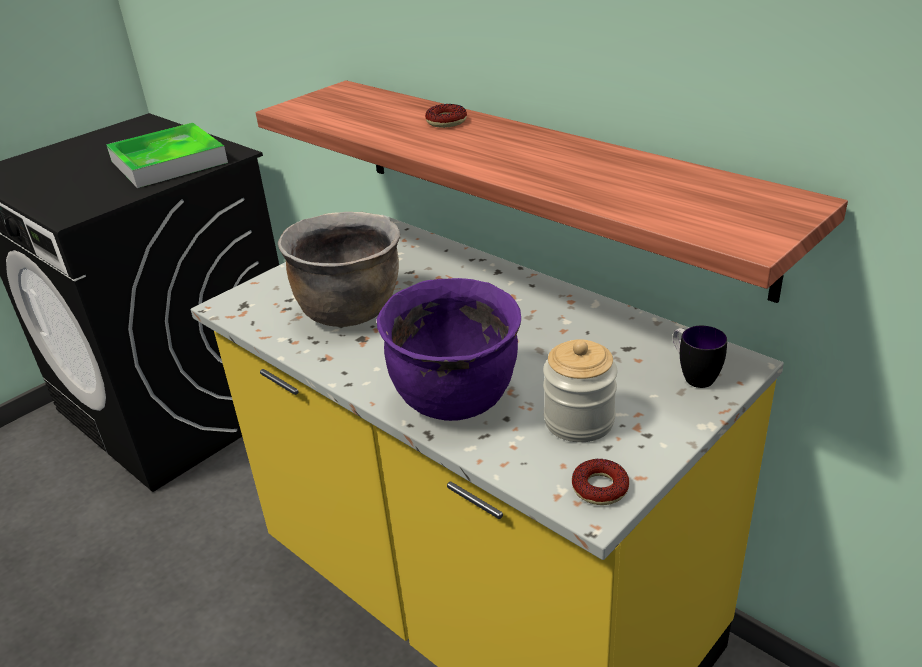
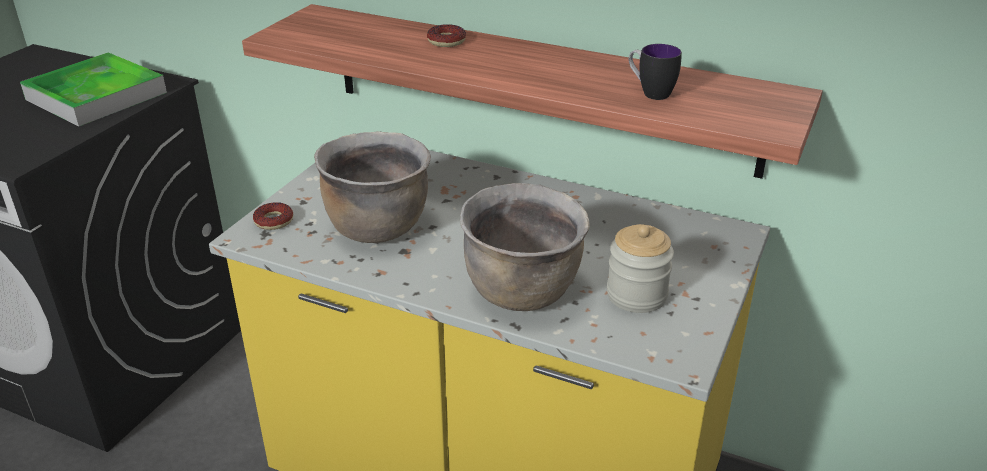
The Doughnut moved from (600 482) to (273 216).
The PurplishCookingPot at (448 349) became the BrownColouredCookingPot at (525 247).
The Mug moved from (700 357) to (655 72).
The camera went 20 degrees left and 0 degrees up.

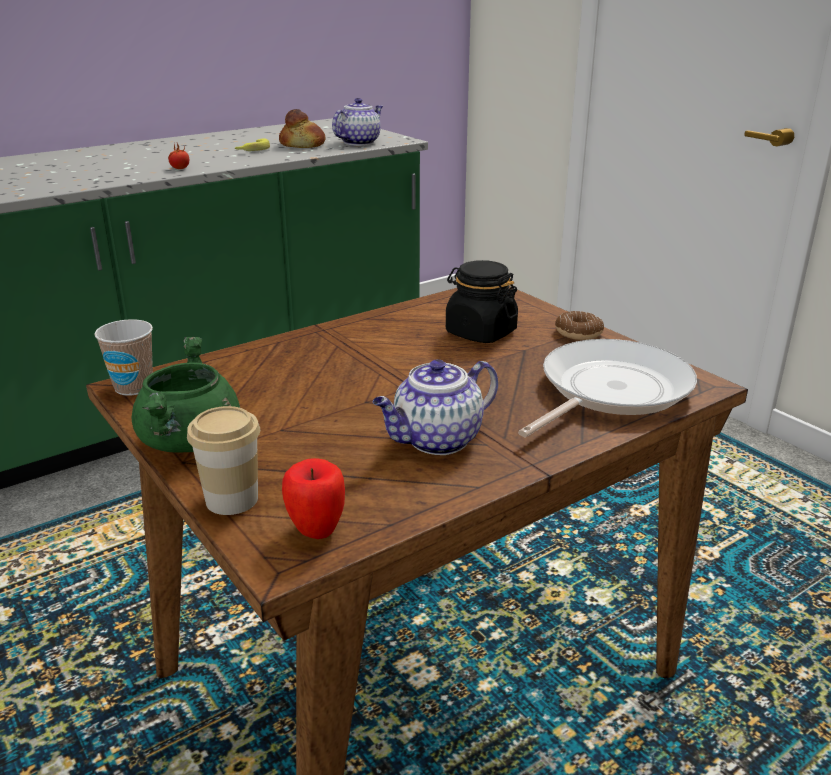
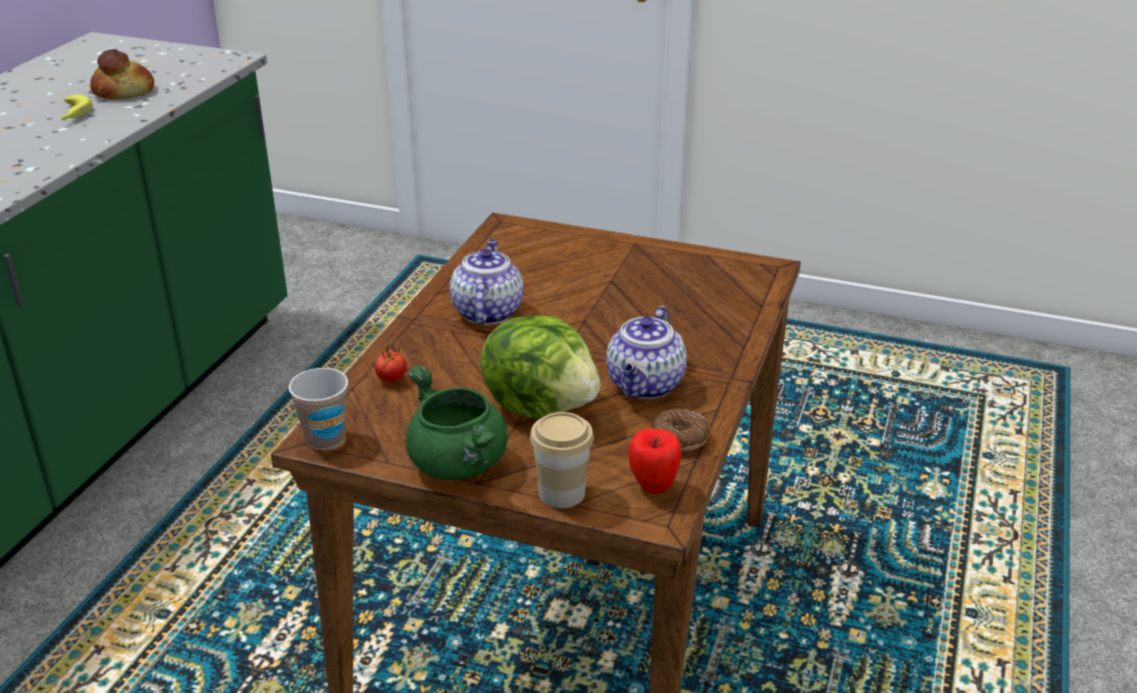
The Tomato moved from (178 155) to (391 363).
The Teapot moved from (357 122) to (486 282).
The HeadOfLettuce at (540 366) appeared.
The Doughnut moved from (579 325) to (680 430).
The BlackishPreserveJar at (482 301) disappeared.
The Pan at (608 388) disappeared.
The camera went 35 degrees left and 5 degrees up.

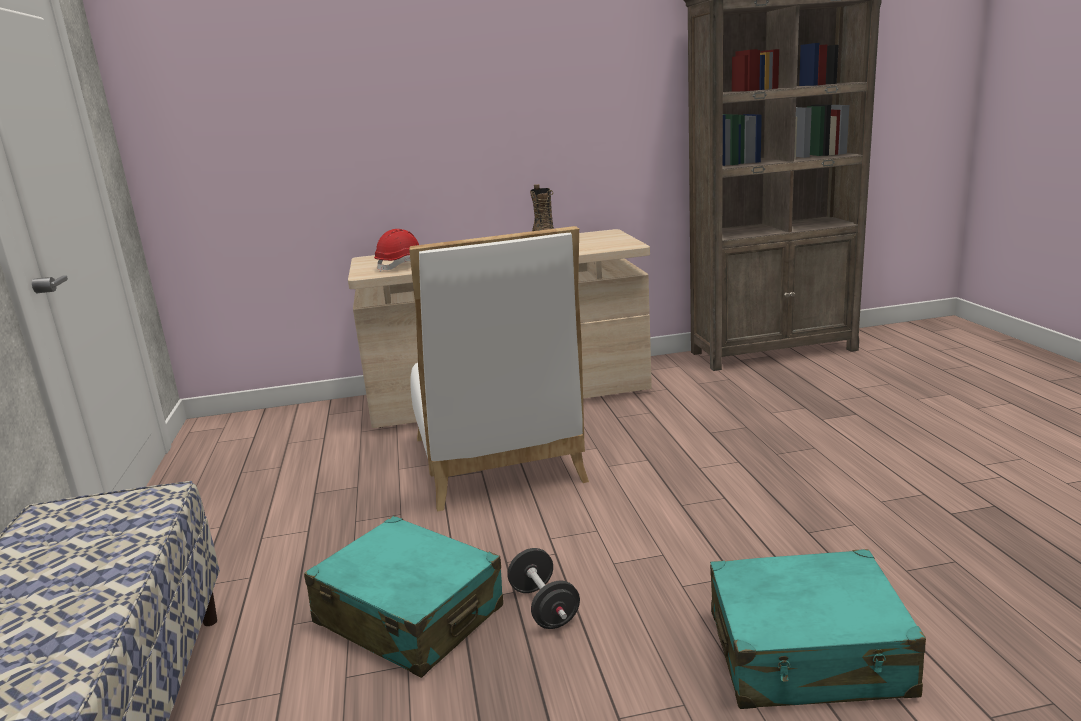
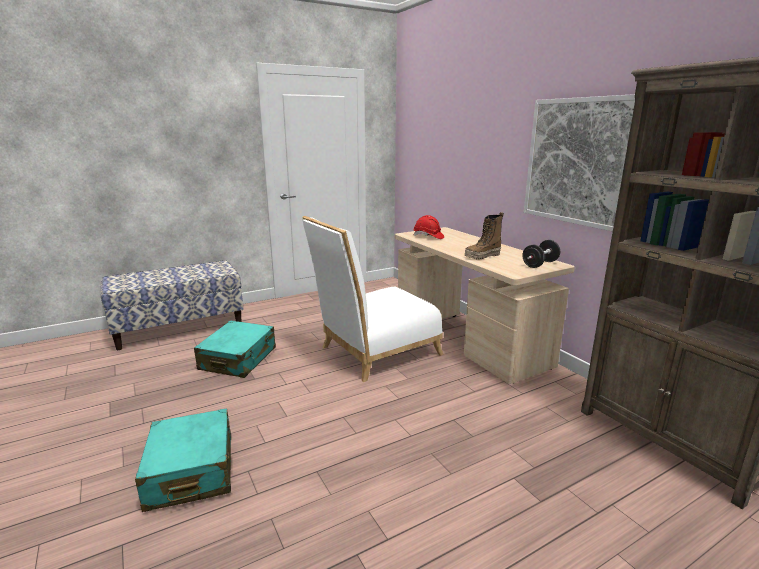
The BlackishHandWeight moved from (543 588) to (541 254).
The WallPicture at (579 163) appeared.
The camera went 70 degrees right and 0 degrees up.

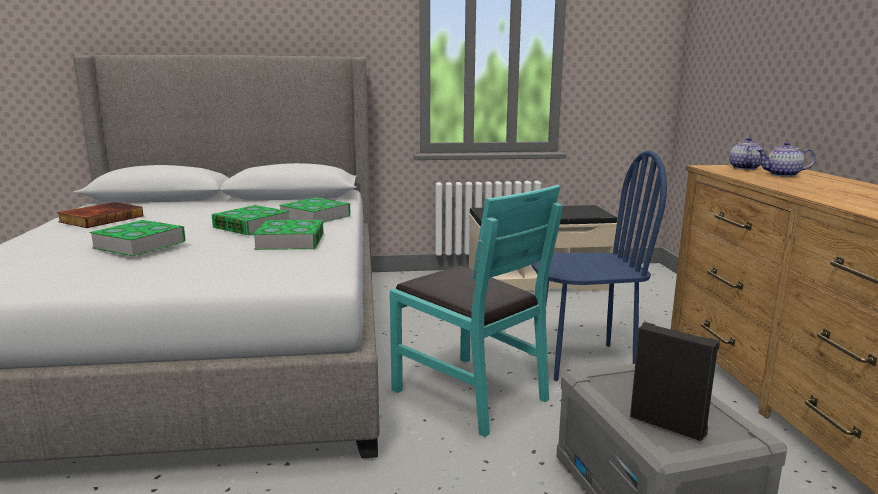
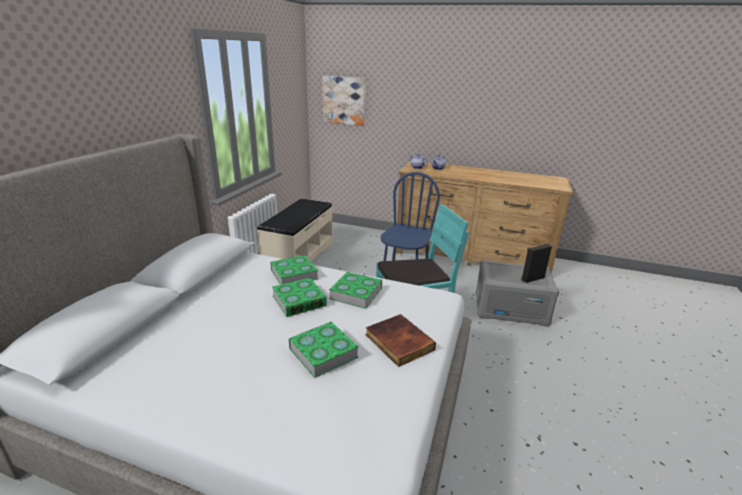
The WallPicture at (344 101) appeared.
The Book moved from (100 215) to (400 340).
The camera went 65 degrees left and 10 degrees up.

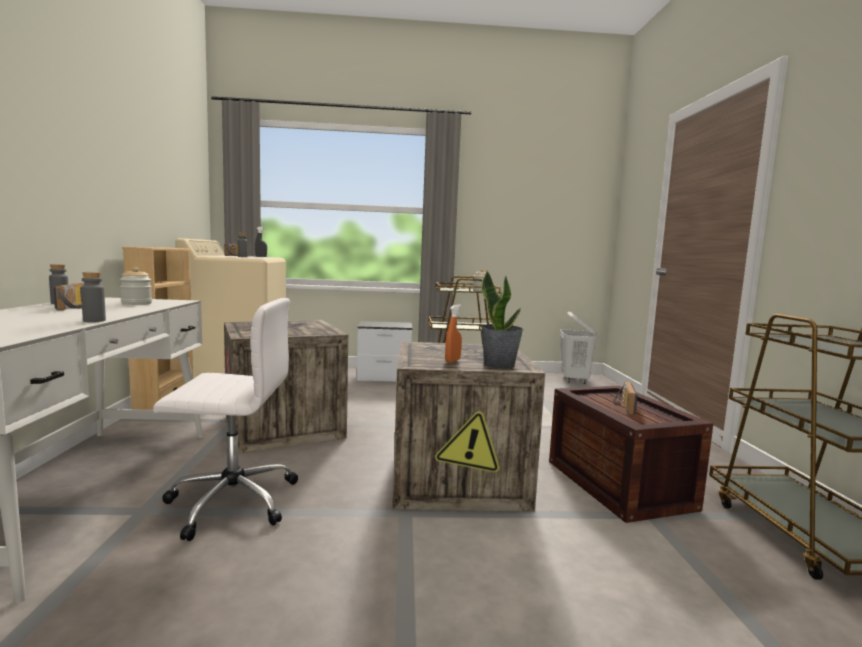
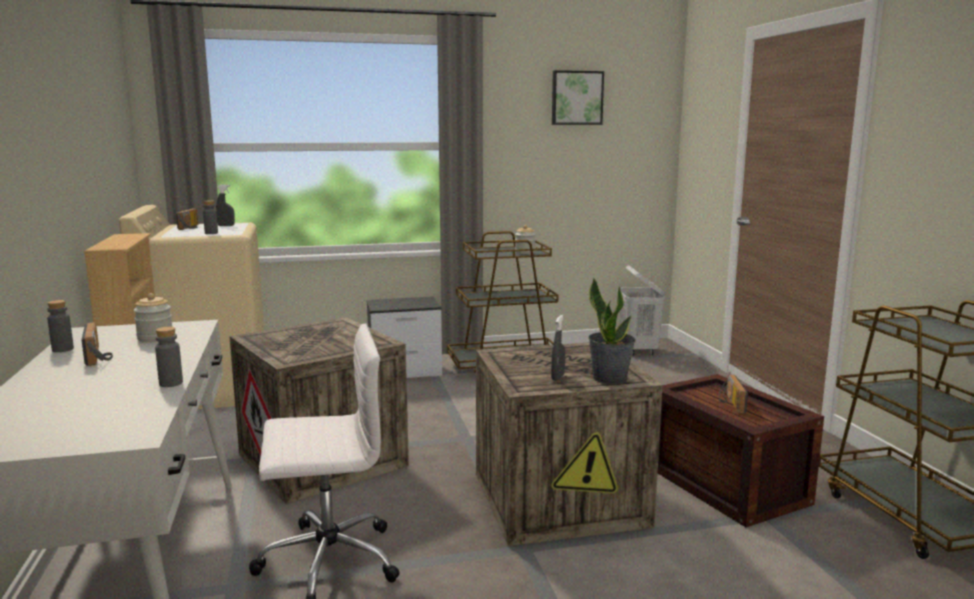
The OrangeColouredHandSprayer at (453 334) became the GreyHandSprayer at (558 348).
The WallPicture at (578 97) appeared.
The camera went 10 degrees left and 5 degrees up.

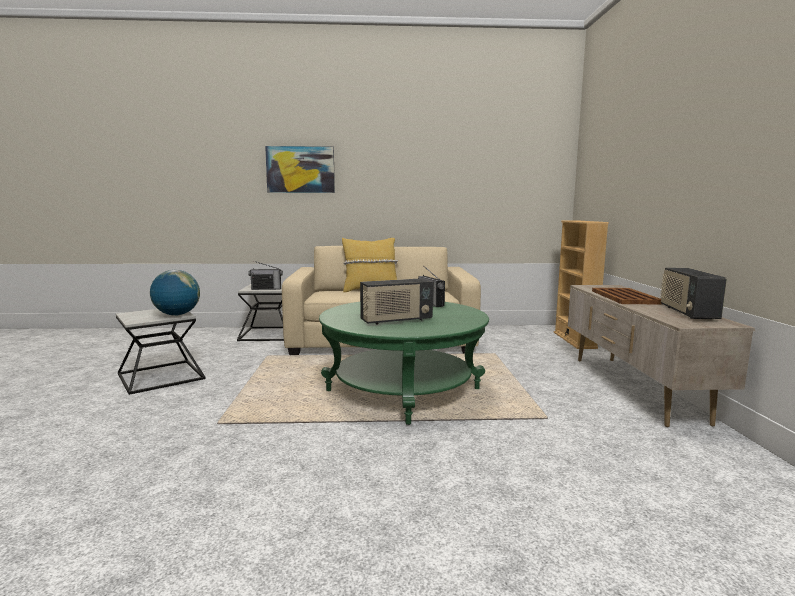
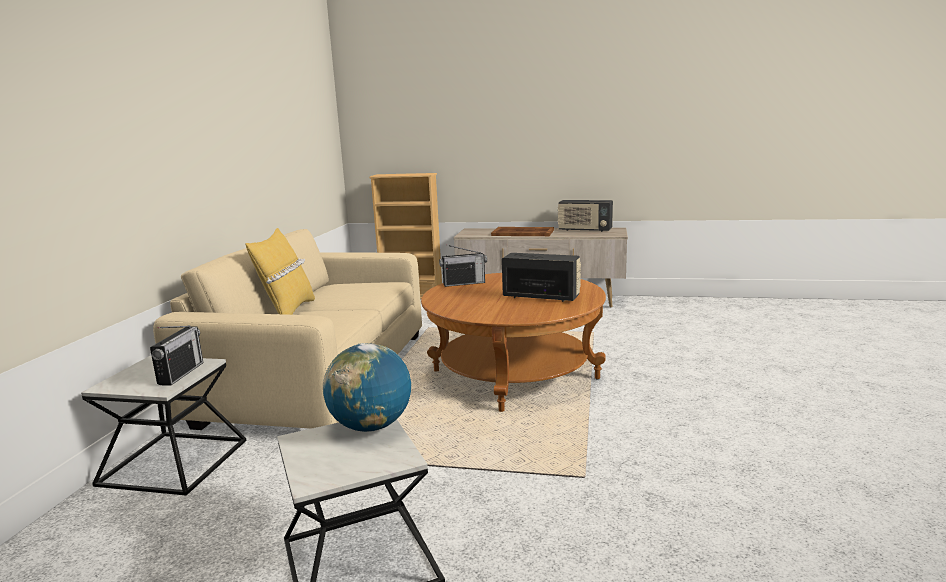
The GreenCoffeeTable at (404 363) became the BrownColouredCoffeeTable at (513 342).
The RadioReceiver at (396 301) turned 60 degrees counterclockwise.
The WallPicture at (300 169) disappeared.
The camera went 75 degrees left and 5 degrees up.

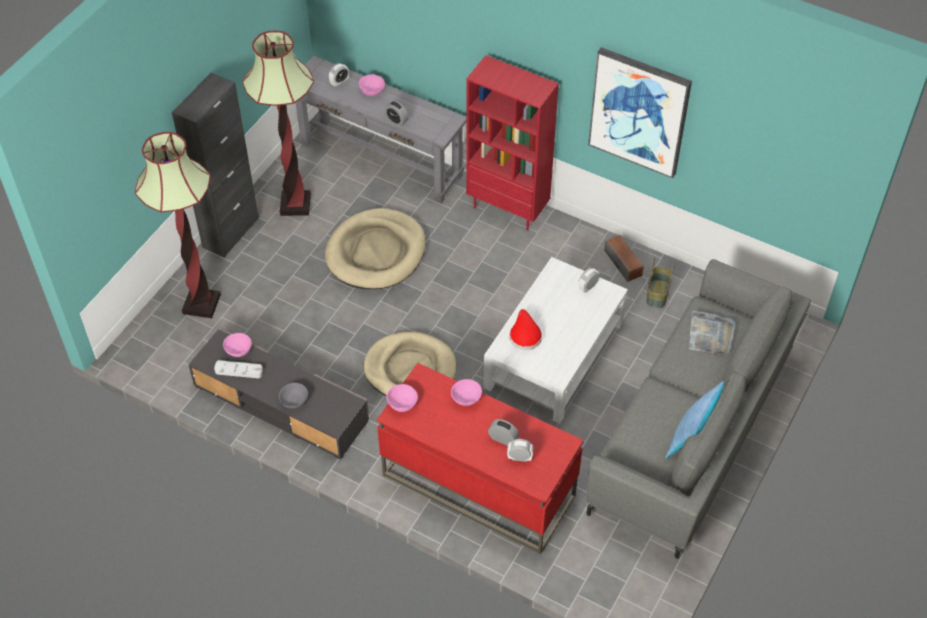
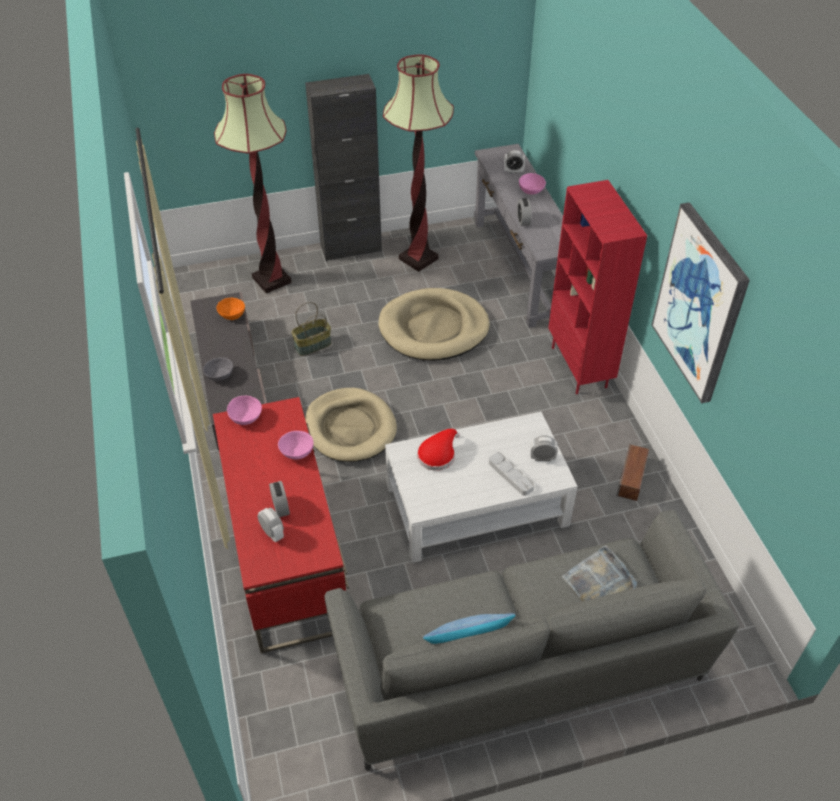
The PinkColouredServingBowl at (237 345) became the OrangeColouredServingBowl at (231 309).
The HouseholdBasket moved from (660 282) to (311 329).
The GreyTray moved from (238 369) to (511 474).
The camera went 45 degrees right and 5 degrees down.

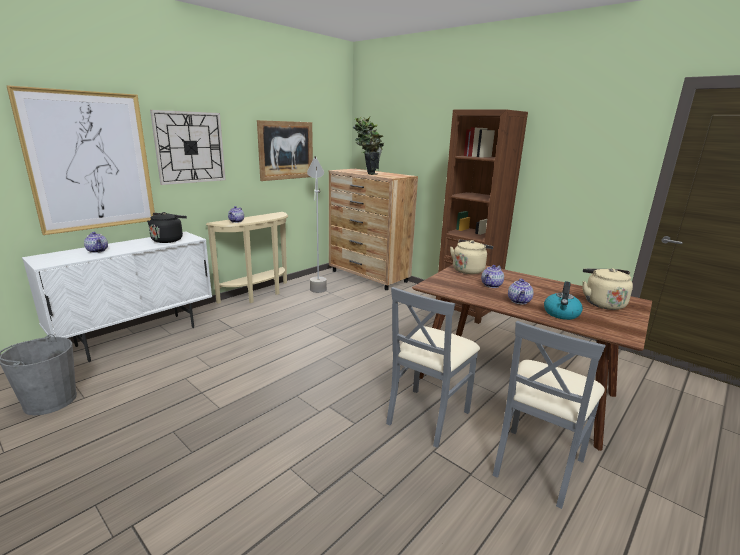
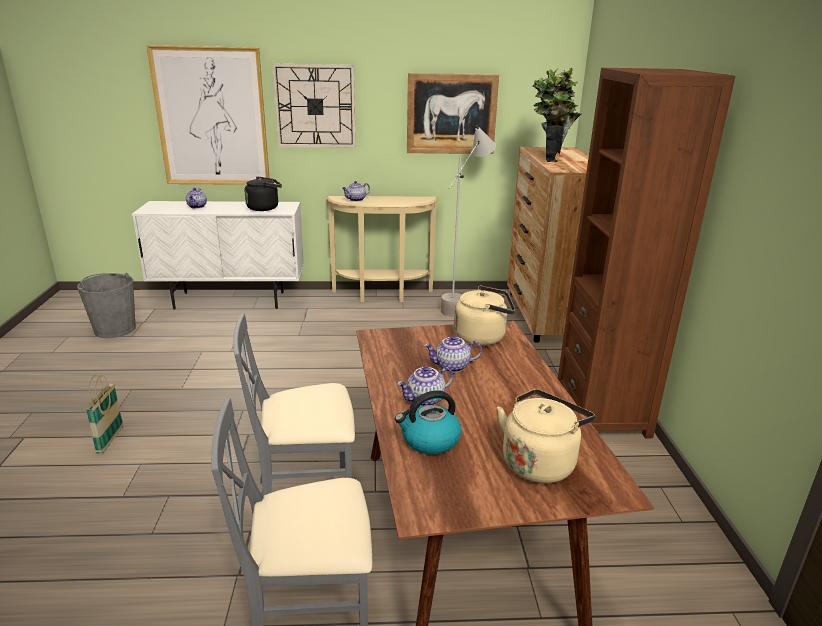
The HouseholdBasket at (104 414) appeared.
The camera went 45 degrees right and 5 degrees up.

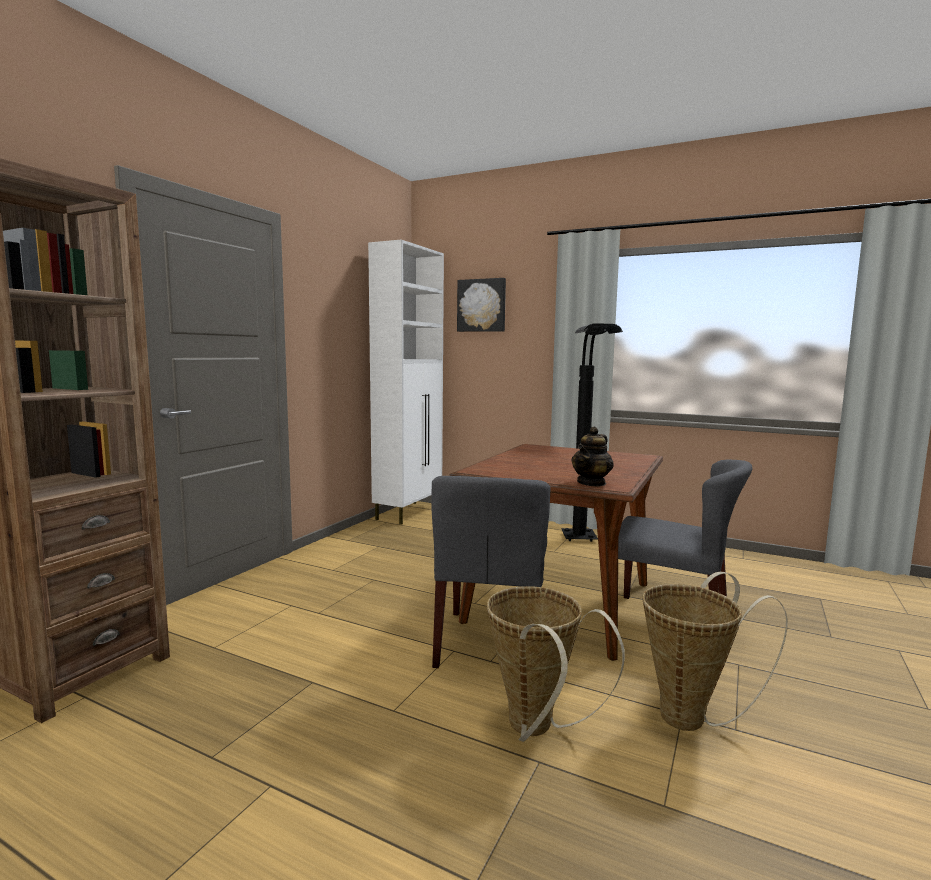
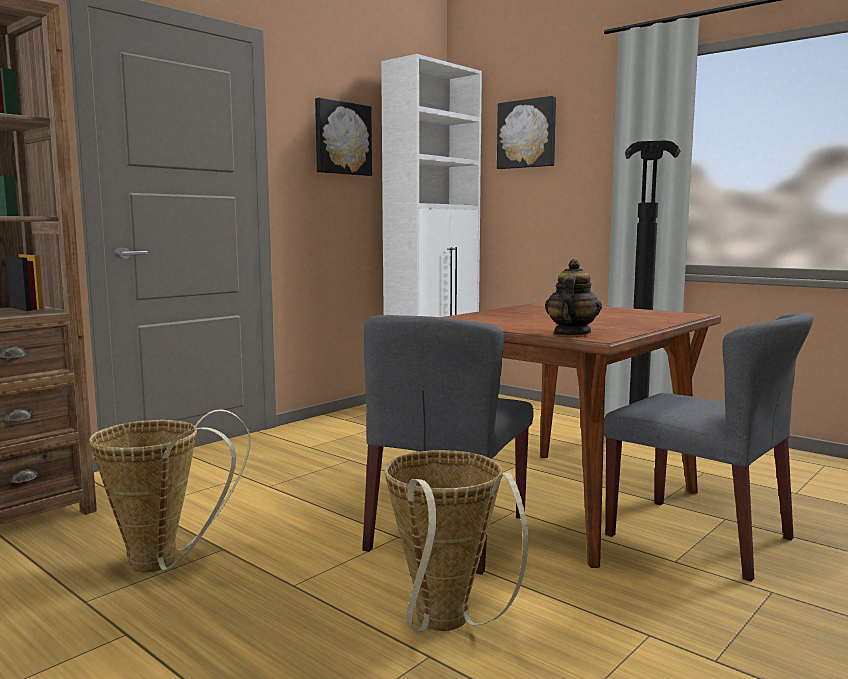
The HouseholdBasket moved from (715 651) to (169 490).
The WallPicture at (343 137) appeared.
The Teapot at (592 456) turned 150 degrees clockwise.
The camera went 15 degrees right and 0 degrees up.

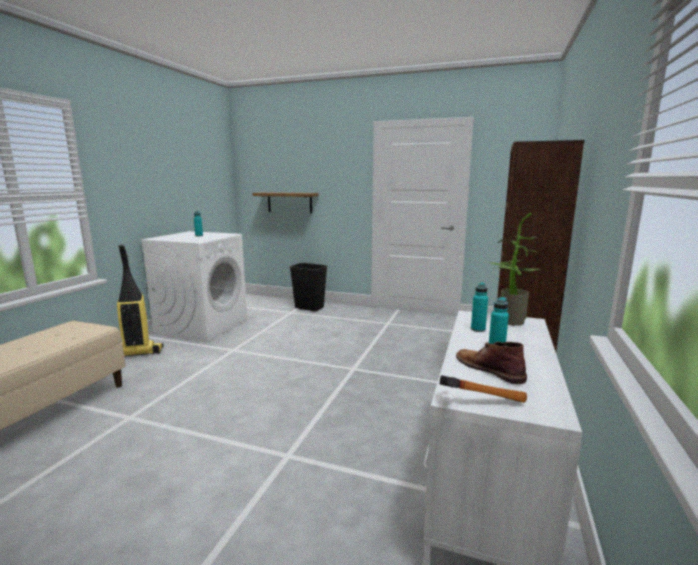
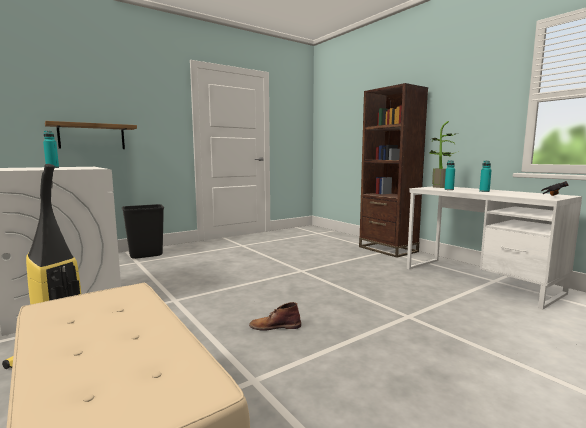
The BrownColouredTallBoot moved from (491 363) to (275 316).
The camera went 55 degrees left and 5 degrees down.

